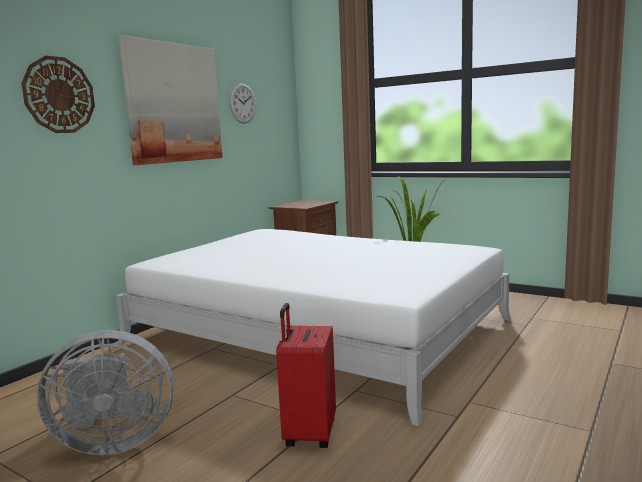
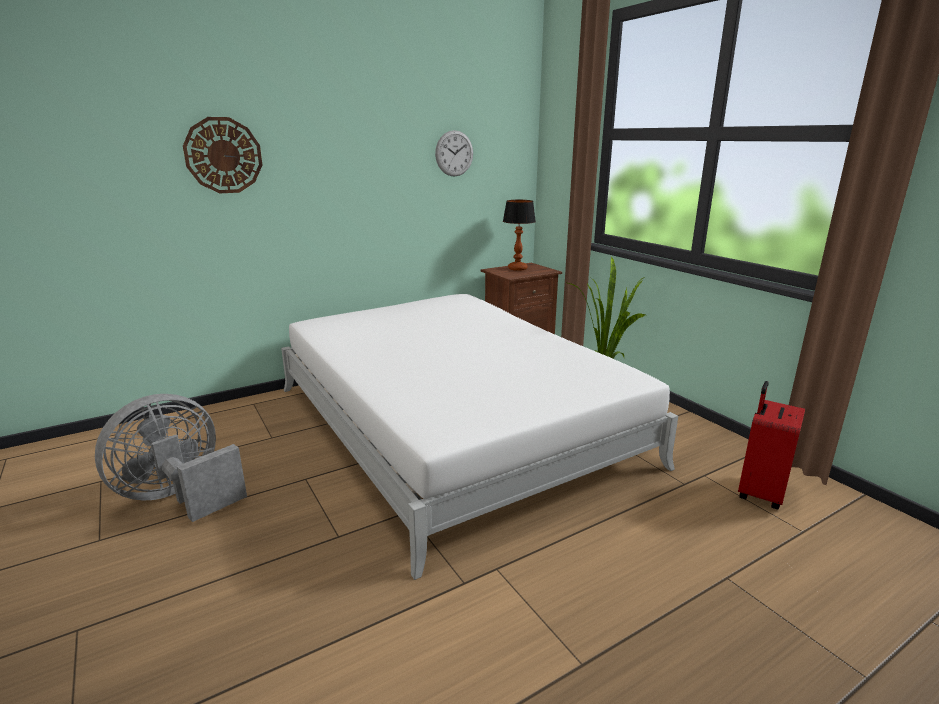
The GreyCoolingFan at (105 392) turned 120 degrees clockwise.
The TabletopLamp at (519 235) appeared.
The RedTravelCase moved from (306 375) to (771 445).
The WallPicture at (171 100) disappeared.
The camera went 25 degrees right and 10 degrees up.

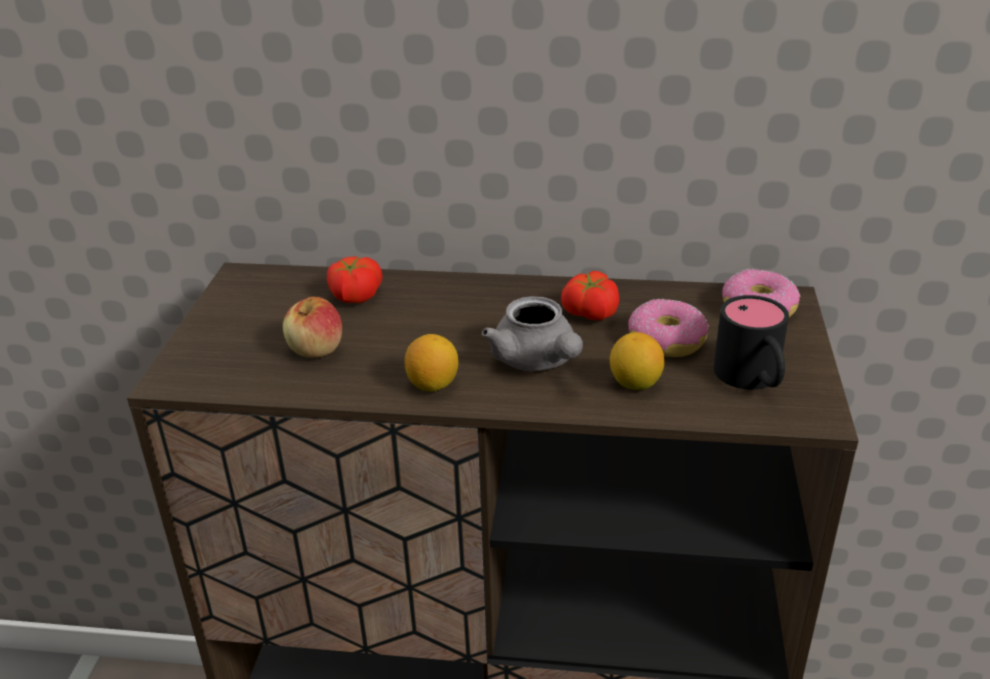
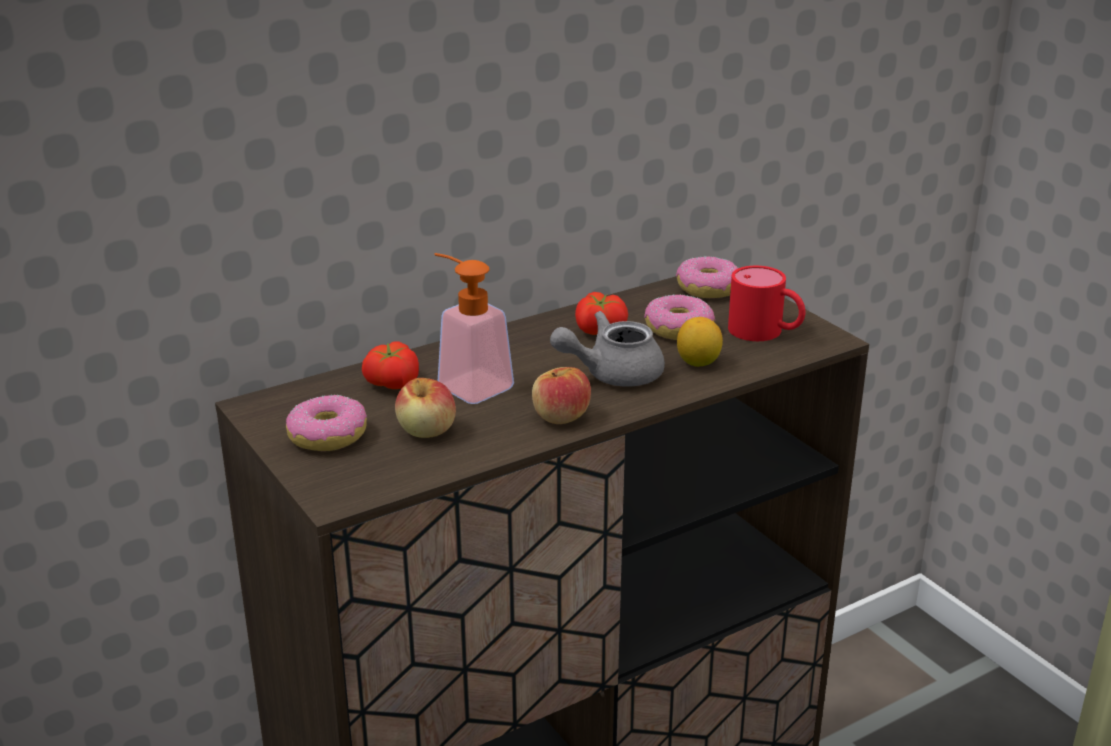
The Doughnut at (326 422) appeared.
The SoapDispenser at (474 328) appeared.
The CitrusFruit at (431 363) was replaced by the AppleFruit at (561 395).
The GreyTeapot at (532 333) turned 135 degrees clockwise.
The BlackishMug at (751 342) became the RedMug at (766 303).
The camera went 40 degrees left and 5 degrees down.

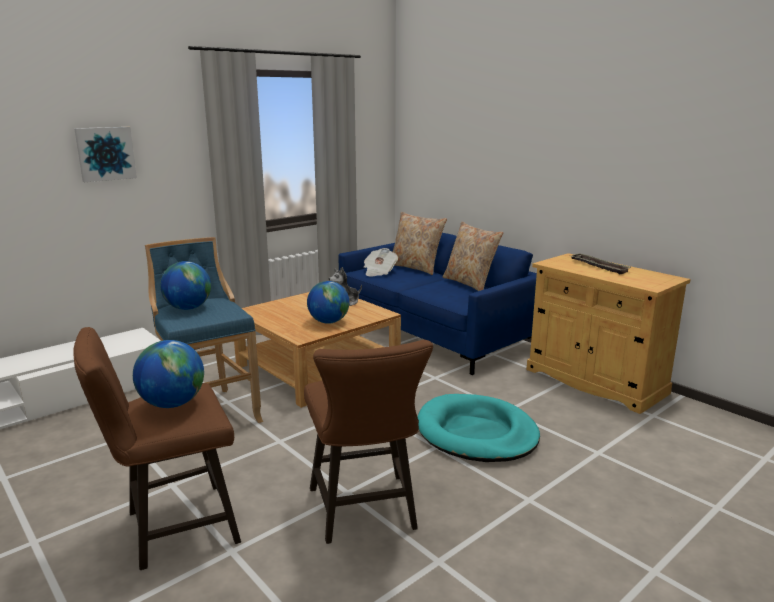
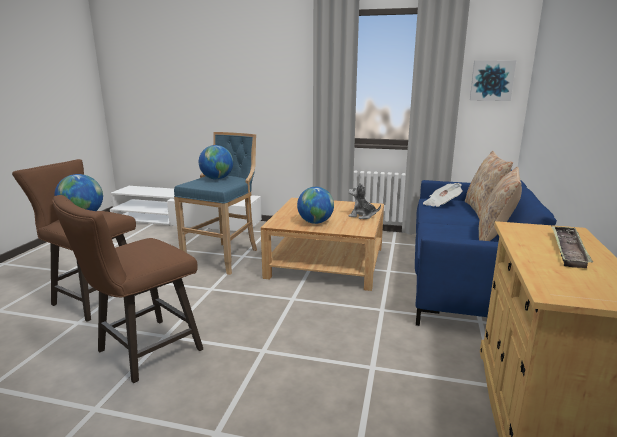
The WallPicture moved from (105 154) to (493 80).
The BlueGreenPetBed at (479 428) disappeared.
The camera went 55 degrees right and 0 degrees up.

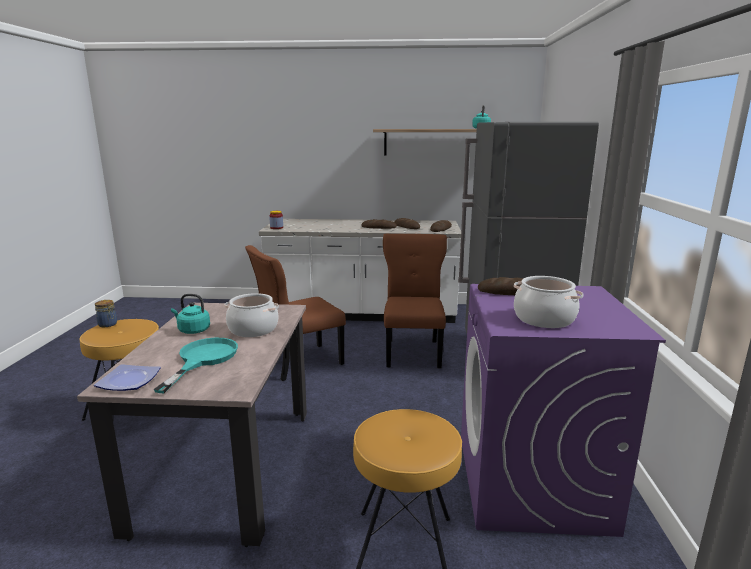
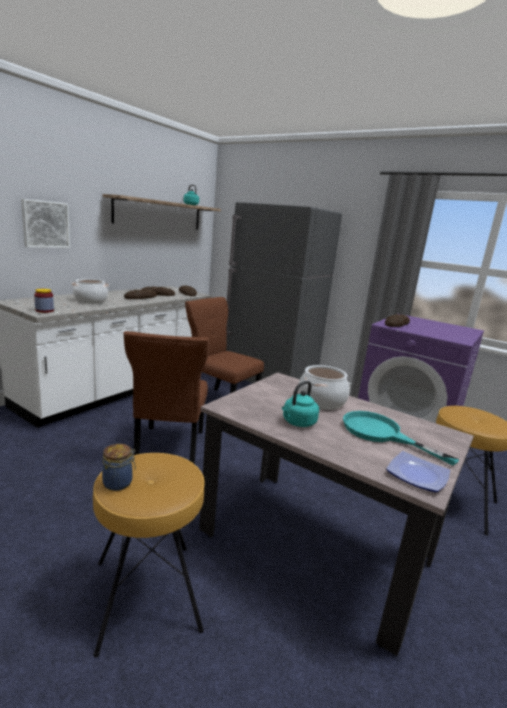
The WallPicture at (45 223) appeared.
The CookingPot moved from (548 302) to (90 291).
The camera went 60 degrees left and 0 degrees up.

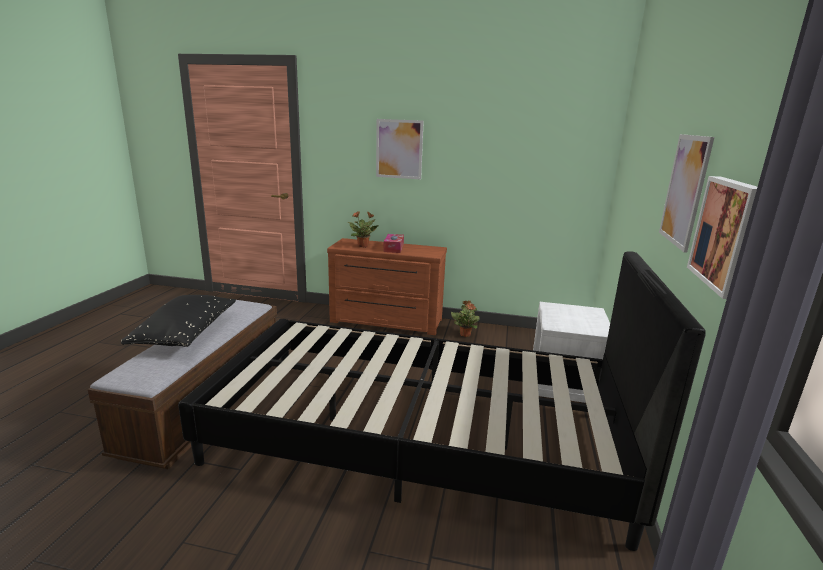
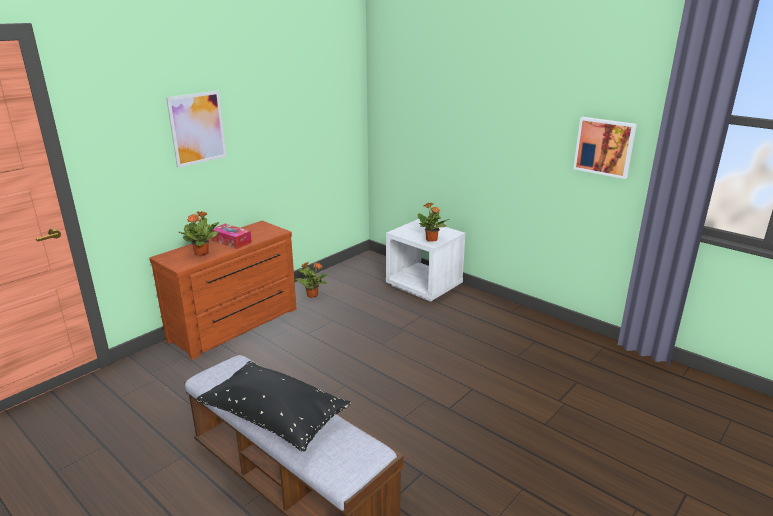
The PlantInAPot at (434 222) appeared.
The BlackishBed at (442 401) disappeared.
The WallPicture at (686 193) disappeared.
The camera went 60 degrees left and 5 degrees up.

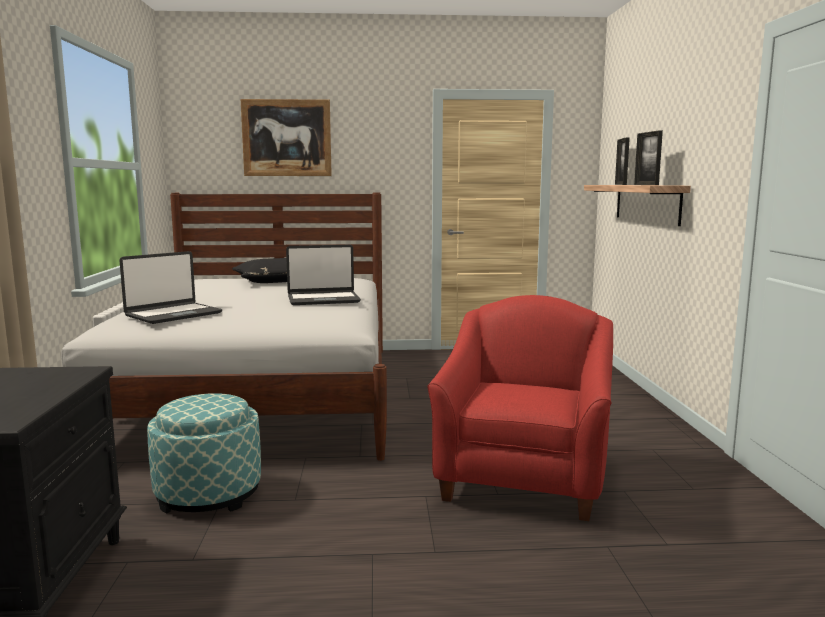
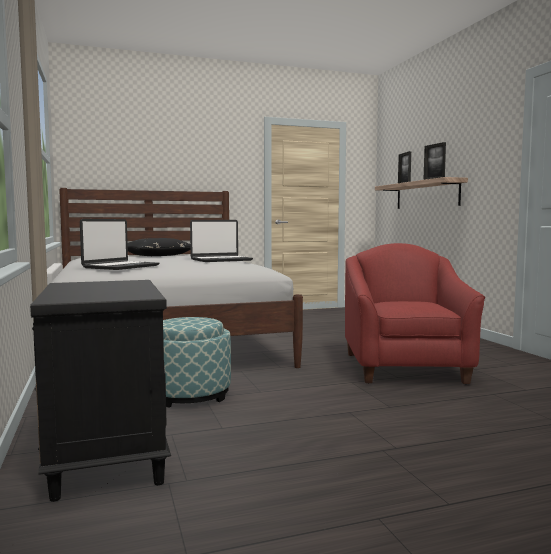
The WallPicture at (286 137) disappeared.
The camera went 15 degrees left and 5 degrees down.

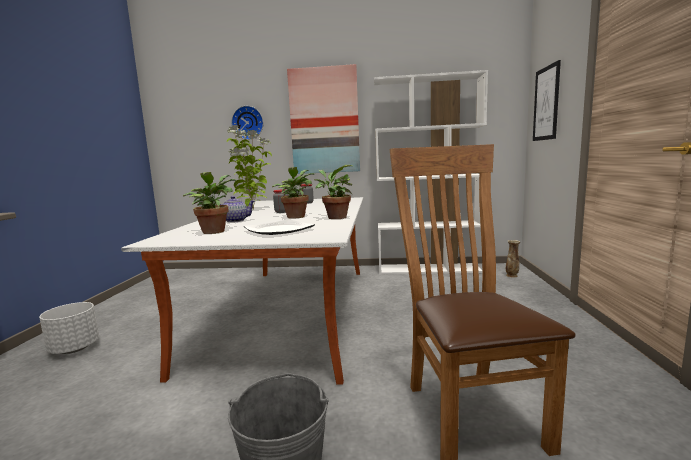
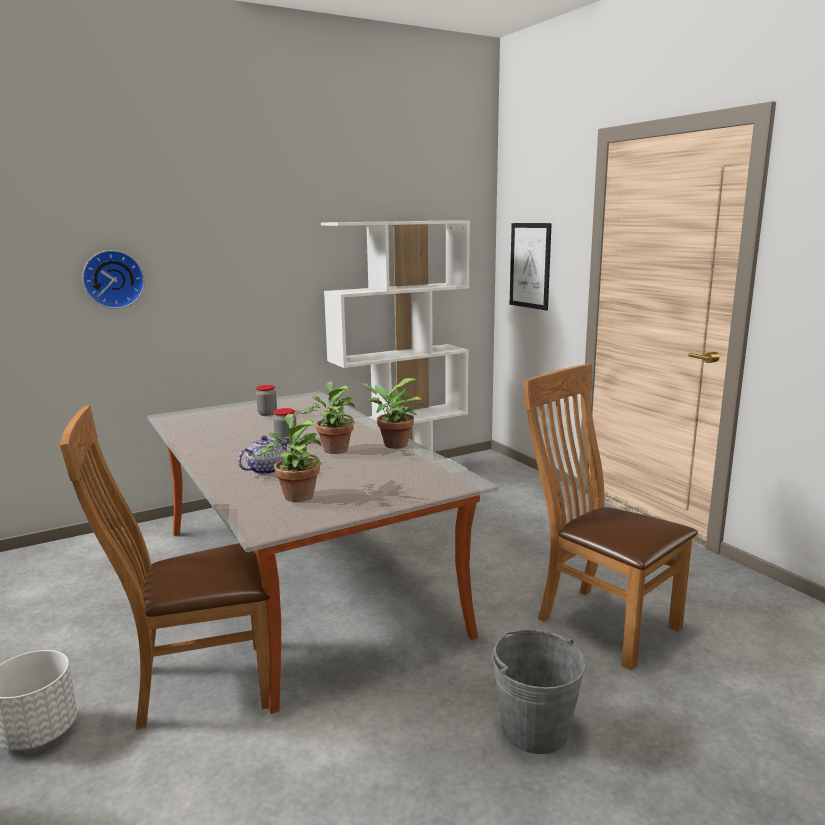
The BrownColouredUprightChair at (165 567) appeared.
The PlantInAPot at (249 167) disappeared.
The DinnerPlate at (279 227) disappeared.
The WallPicture at (323 119) disappeared.
The Vase at (513 258) disappeared.
The camera went 35 degrees left and 5 degrees up.

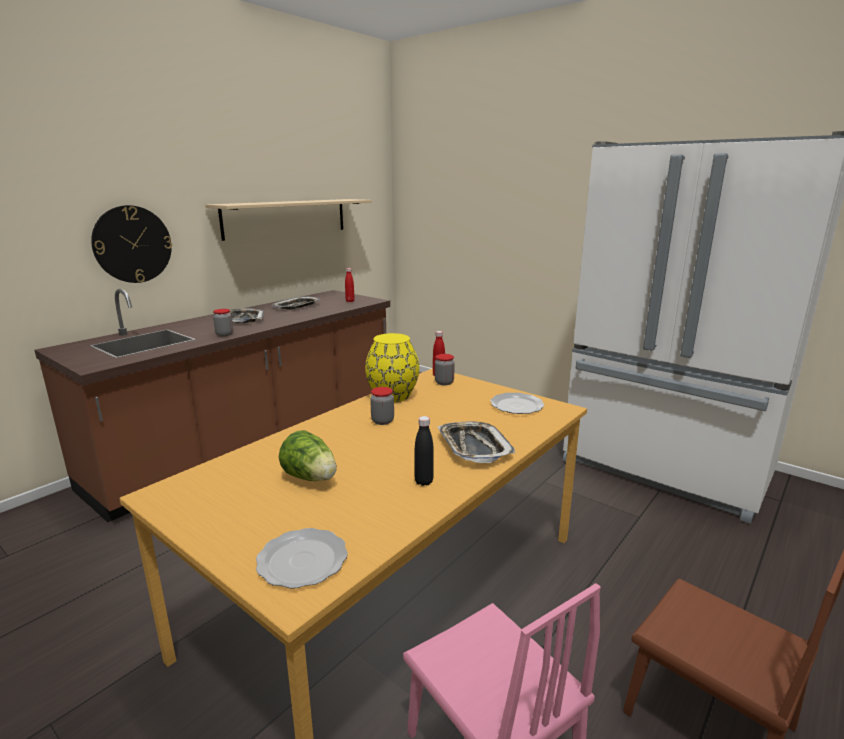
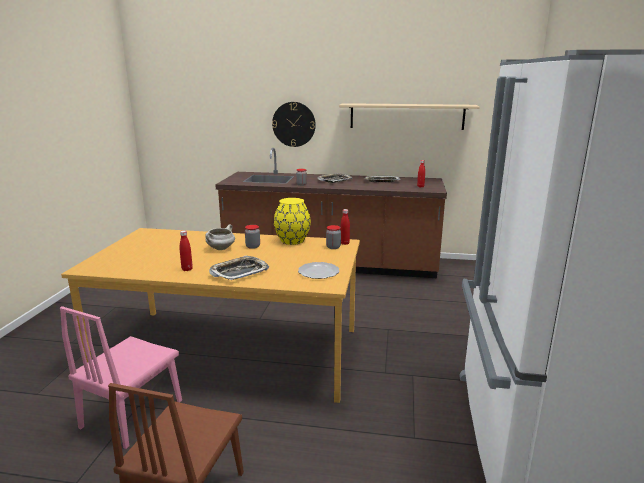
The BlackishDrinkBottle at (424 451) became the RedDrinkBottle at (186 251).
The WhitishCookingPot at (220 237) appeared.
The DinnerPlate at (302 558) disappeared.
The HeadOfLettuce at (308 455) disappeared.
The camera went 60 degrees right and 0 degrees up.

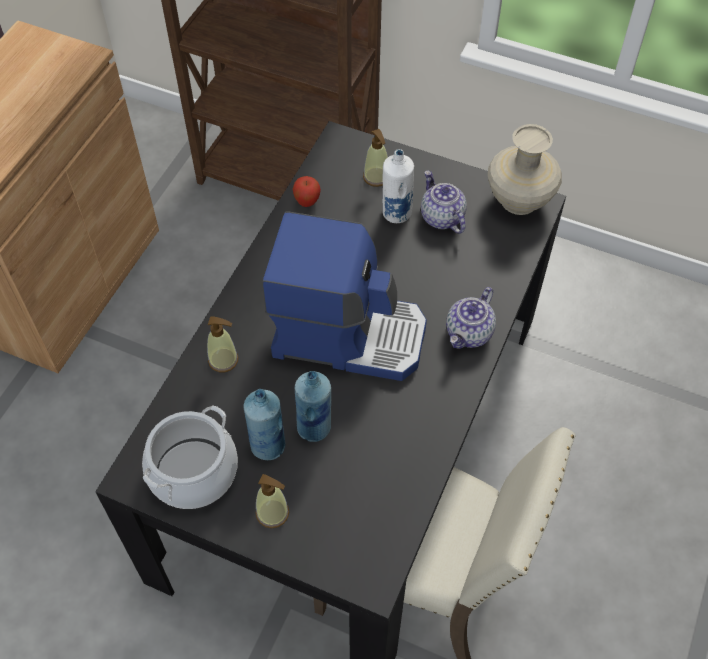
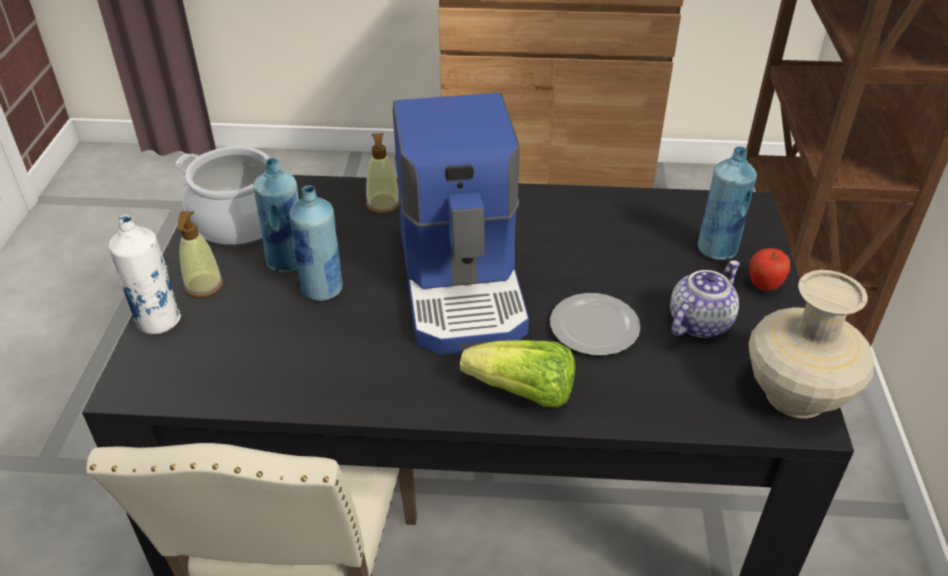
The WhitishDrinkBottle moved from (398 186) to (145 274).
The Teapot at (471 318) was replaced by the HeadOfLettuce at (518 373).
The DinnerPlate at (595 324) appeared.
The SoapDispenser at (375 158) was replaced by the BlueDrinkBottle at (727 203).
The AppleFruit moved from (307 191) to (769 269).
The camera went 70 degrees right and 15 degrees down.

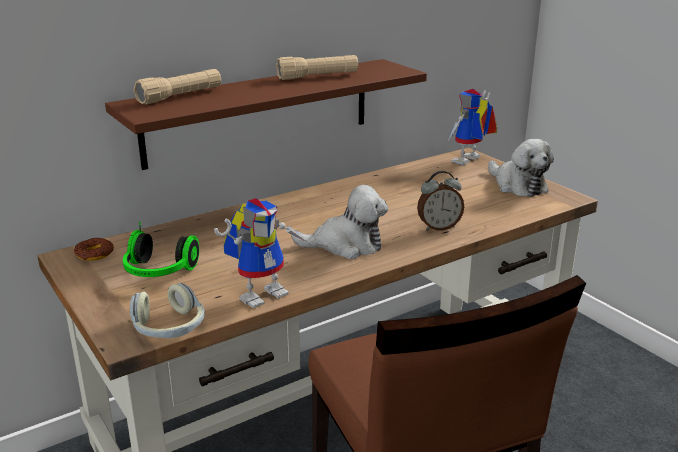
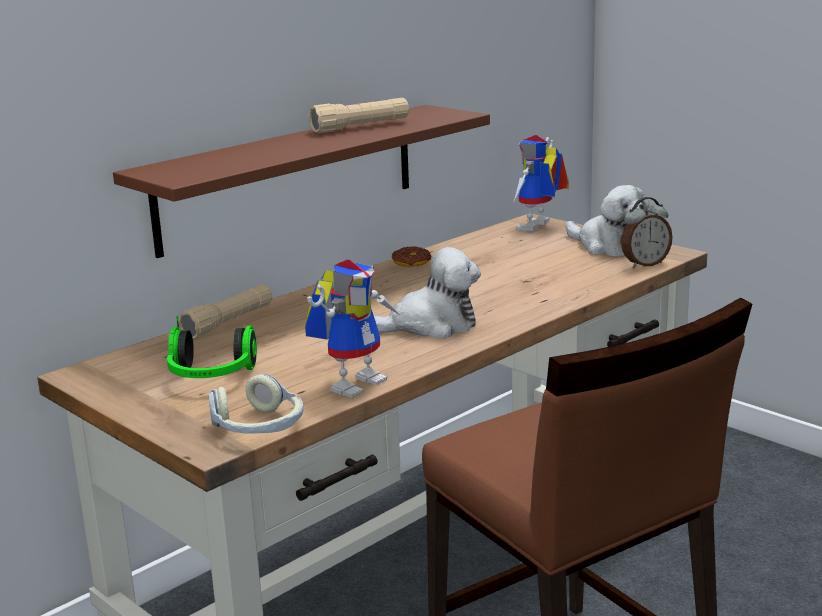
The BeigeColouredHandTorch moved from (177 86) to (225 312).
The Doughnut moved from (94 249) to (412 256).
The BedsideClock moved from (440 201) to (647 232).
The camera went 10 degrees left and 5 degrees down.

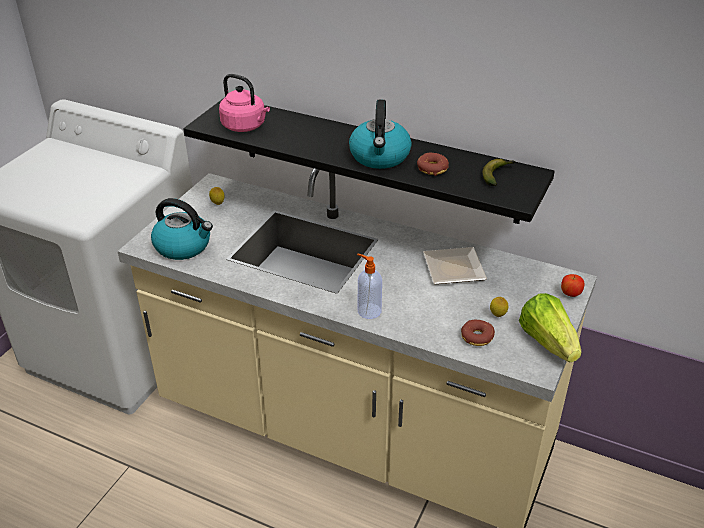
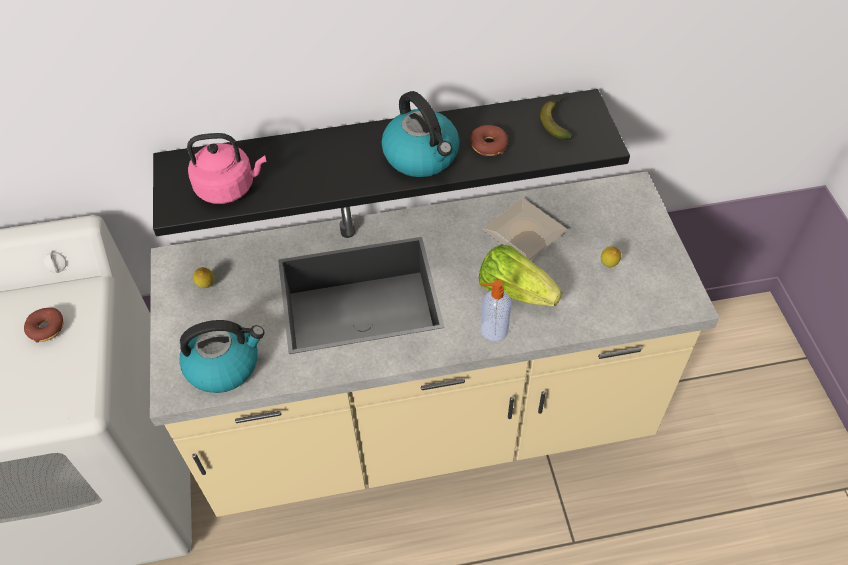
The Doughnut moved from (478 333) to (44 325).
The HeadOfLettuce moved from (550 327) to (520 275).
The AppleFruit at (572 285) disappeared.
The camera went 35 degrees left and 15 degrees up.

